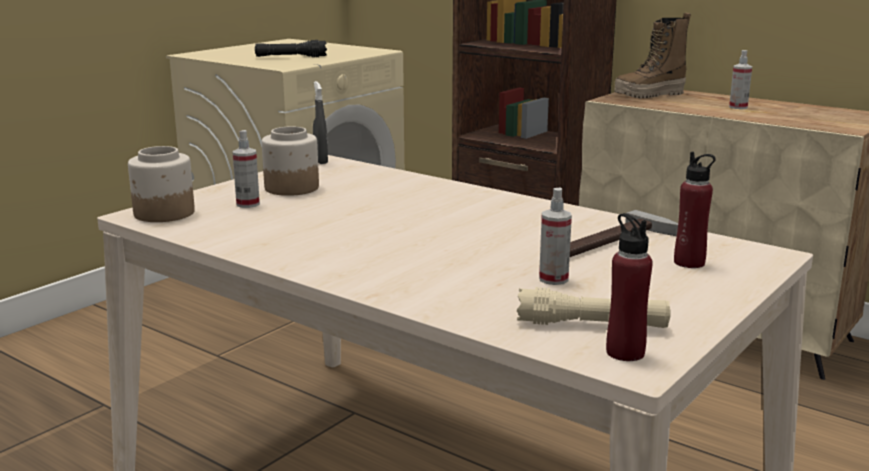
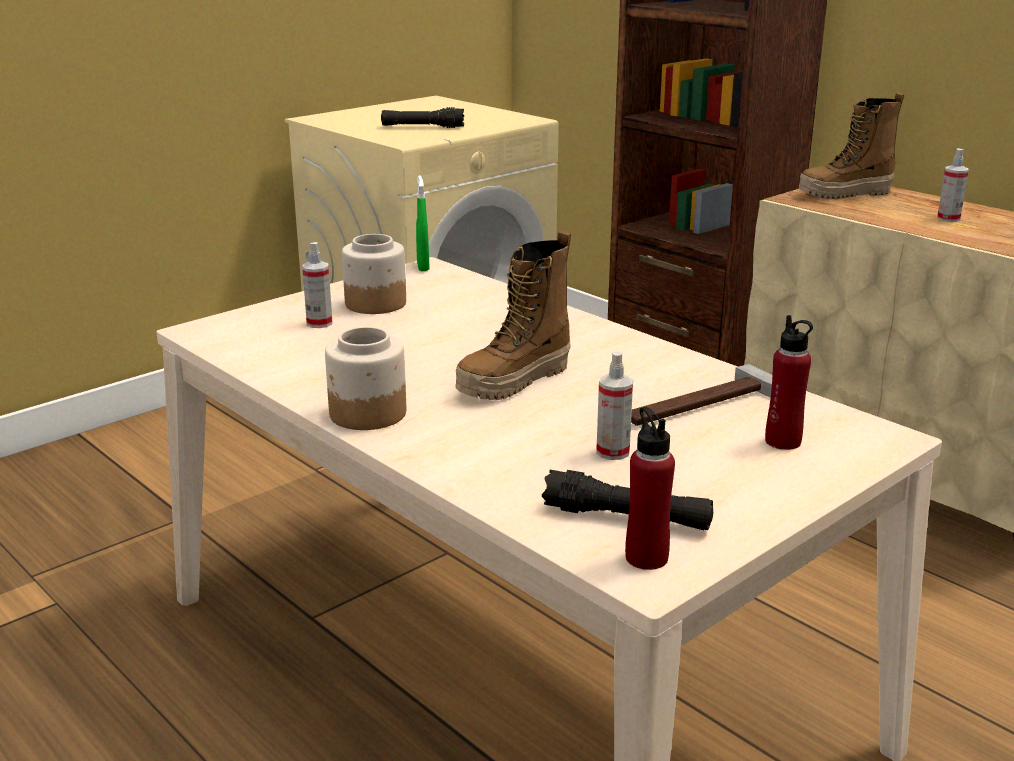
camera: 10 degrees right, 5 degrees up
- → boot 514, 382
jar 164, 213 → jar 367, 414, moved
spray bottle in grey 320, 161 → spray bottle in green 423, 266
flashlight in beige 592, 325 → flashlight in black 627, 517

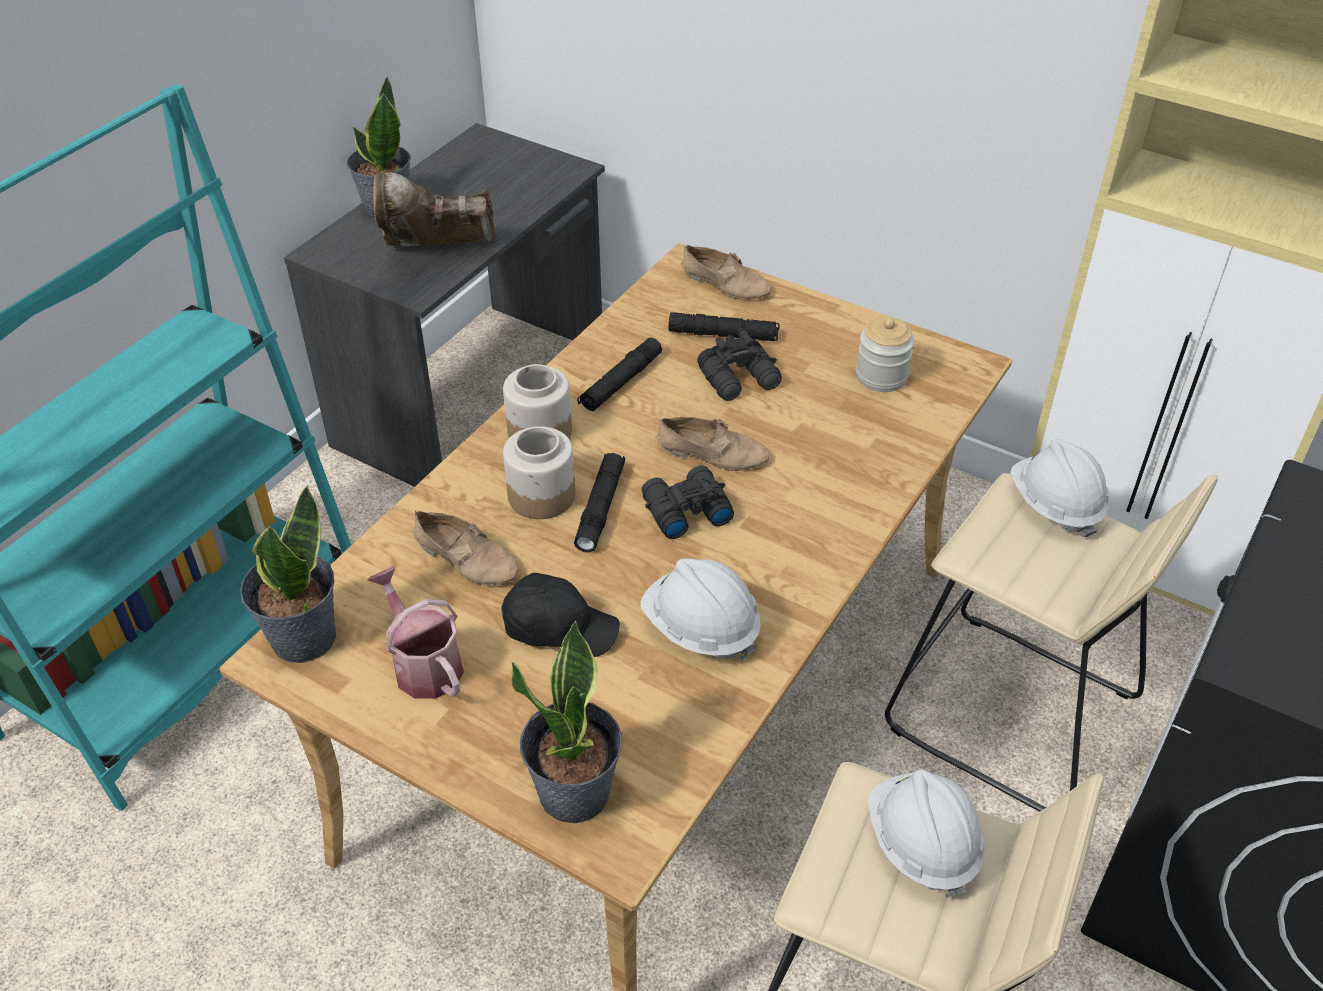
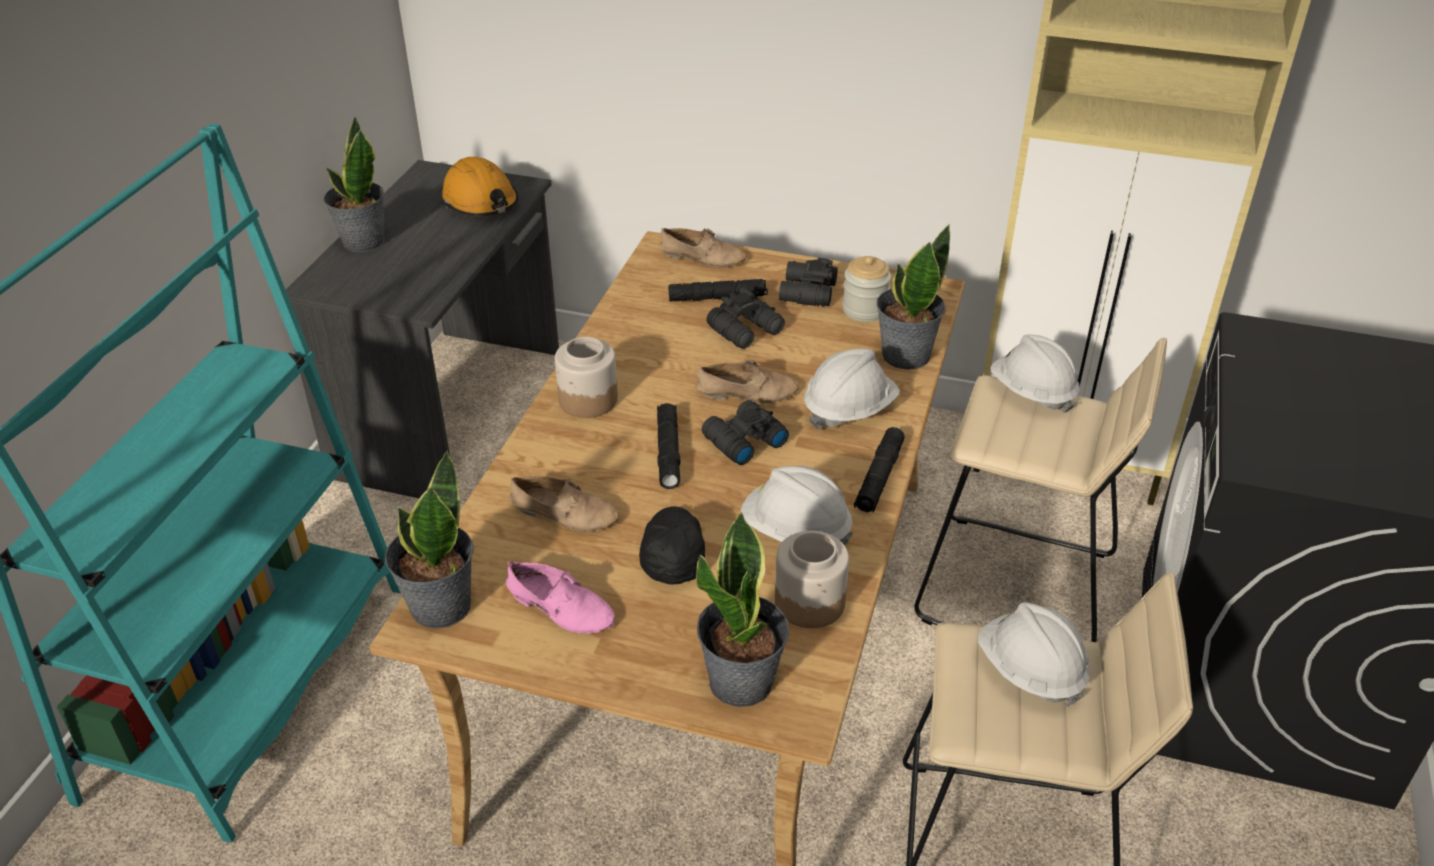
camera: 15 degrees left, 5 degrees down
boot in brown 435, 253 → -
- → hard hat in orange 481, 203
- → binoculars in black 806, 293
- → hard hat in white 849, 410
- → potted plant 905, 355
jar 542, 495 → jar 810, 602, moved
flashlight in black 620, 382 → flashlight in black 879, 478, moved
watering can 423, 664 → shoe in pink 562, 606
cap in black 559, 628 → cap in black 672, 553, 90 degrees counterclockwise

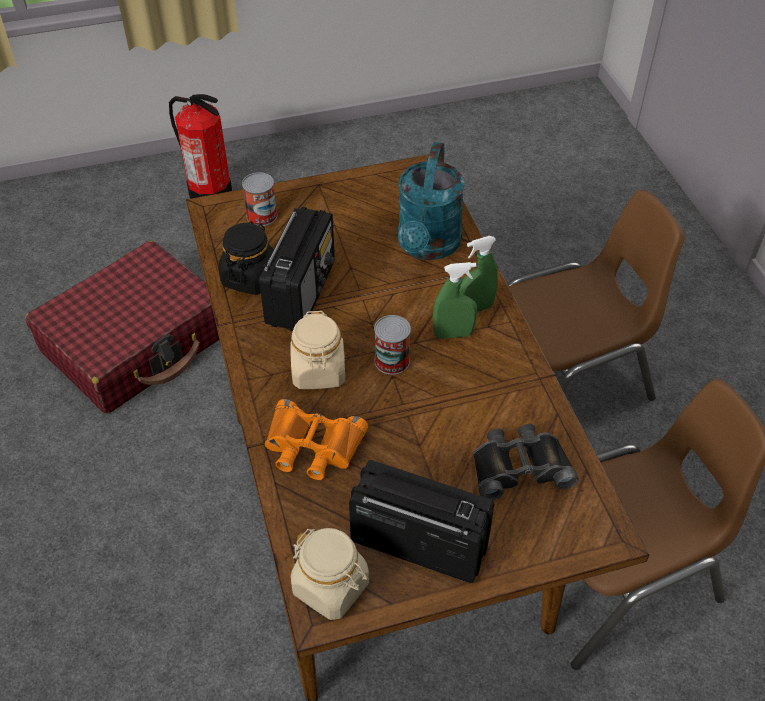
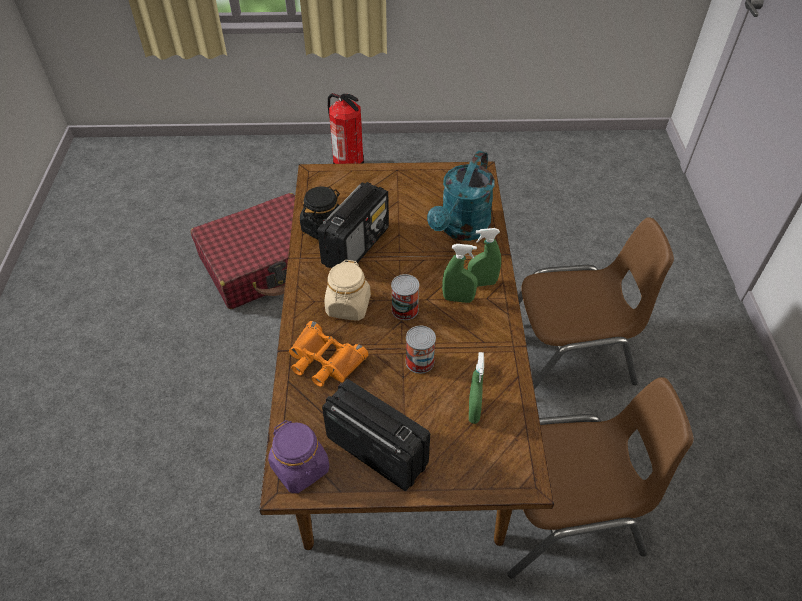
camera: 15 degrees right, 0 degrees up
can 262, 215 → can 420, 361, moved
binoculars in black 519, 466 → spray bottle in green 474, 410
jar in beige 331, 587 → jar in purple 300, 468

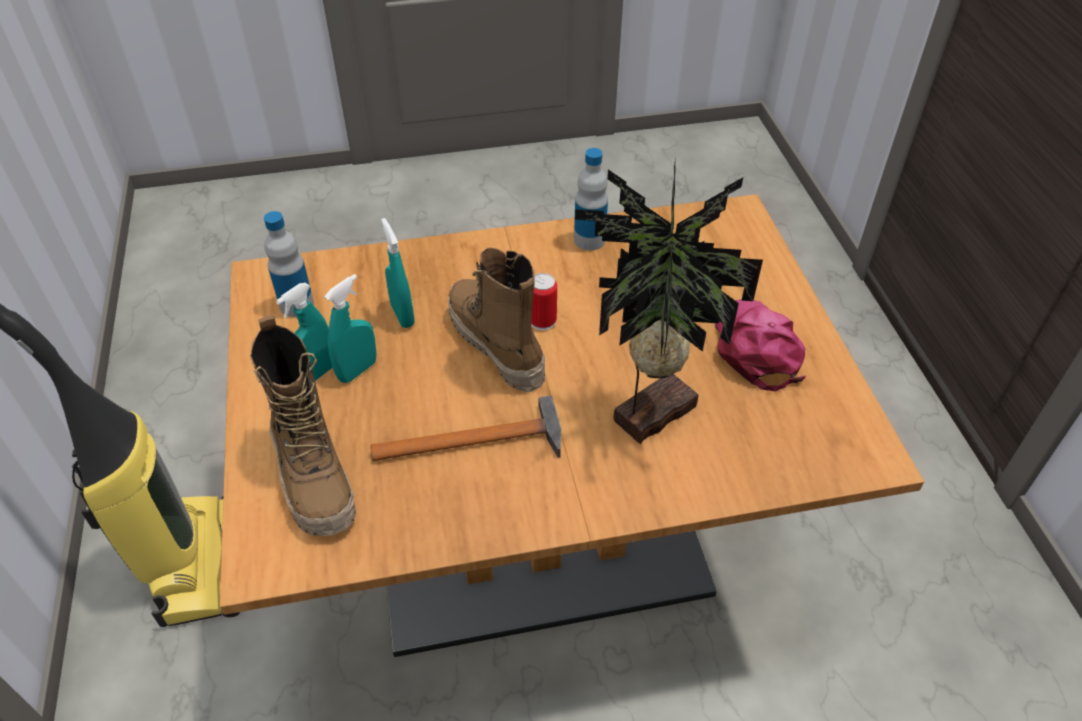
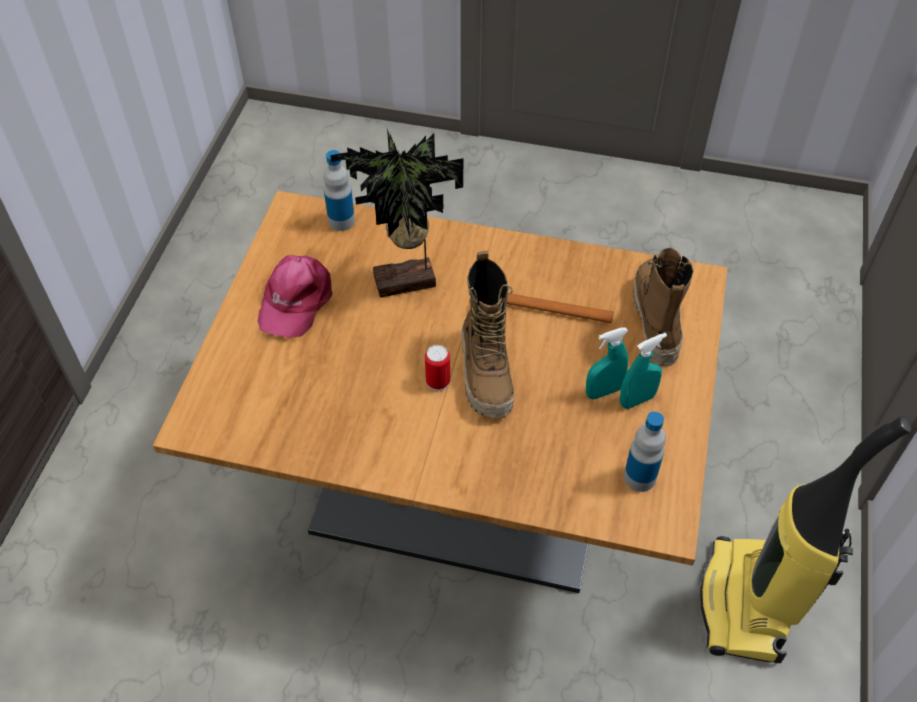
camera: 155 degrees left, 5 degrees up
spray bottle in turquoise 402, 315 → -
bottle 589, 240 → bottle 341, 221, moved

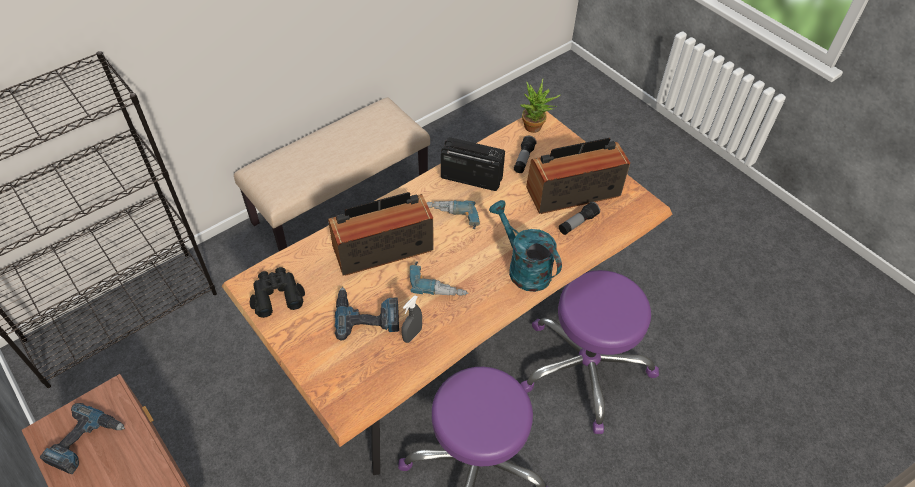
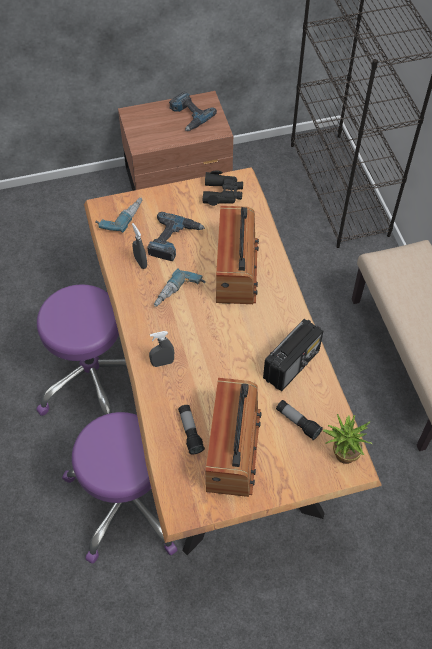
camera: 115 degrees right, 5 degrees up
power drill 451, 218 → power drill 120, 216, moved
watering can in turquoise 523, 268 → spray bottle in grey 162, 363

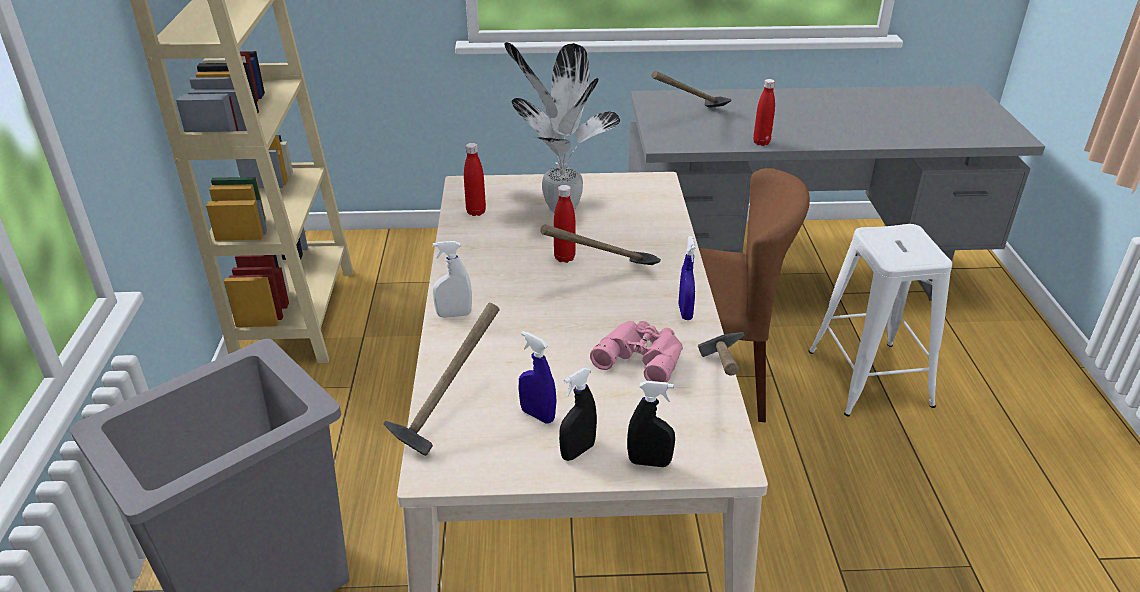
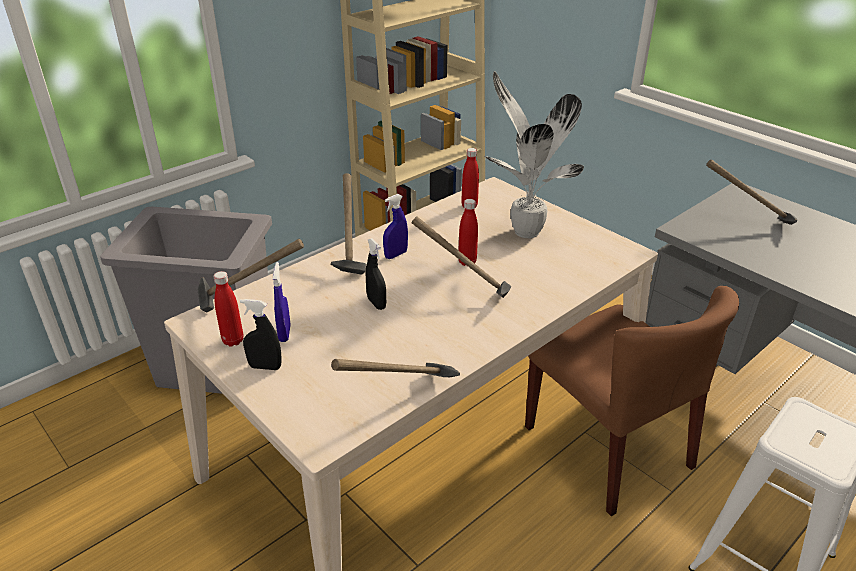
camera: 50 degrees right, 0 degrees up
binoculars in pink 641, 356 → -
spray bottle in black 649, 462 → spray bottle in black 376, 303, moved
spray bottle in blue 685, 312 → spray bottle in blue 396, 255, moved
bottle in red 761, 142 → bottle in red 233, 341, moved
spray bottle in white 454, 315 → hammer 349, 254

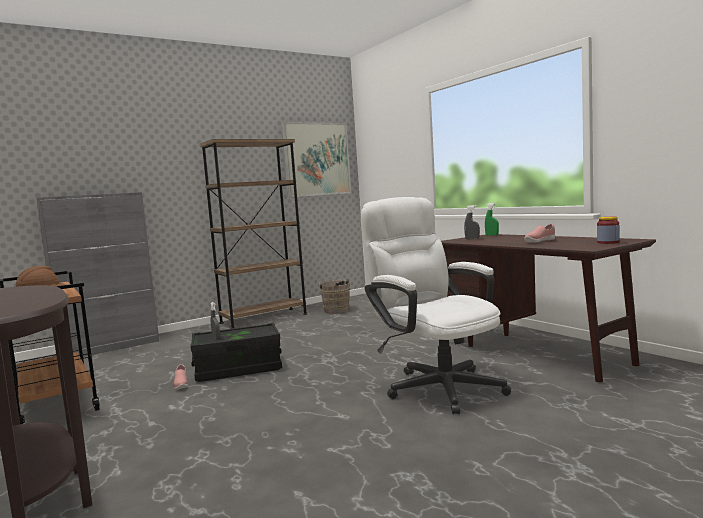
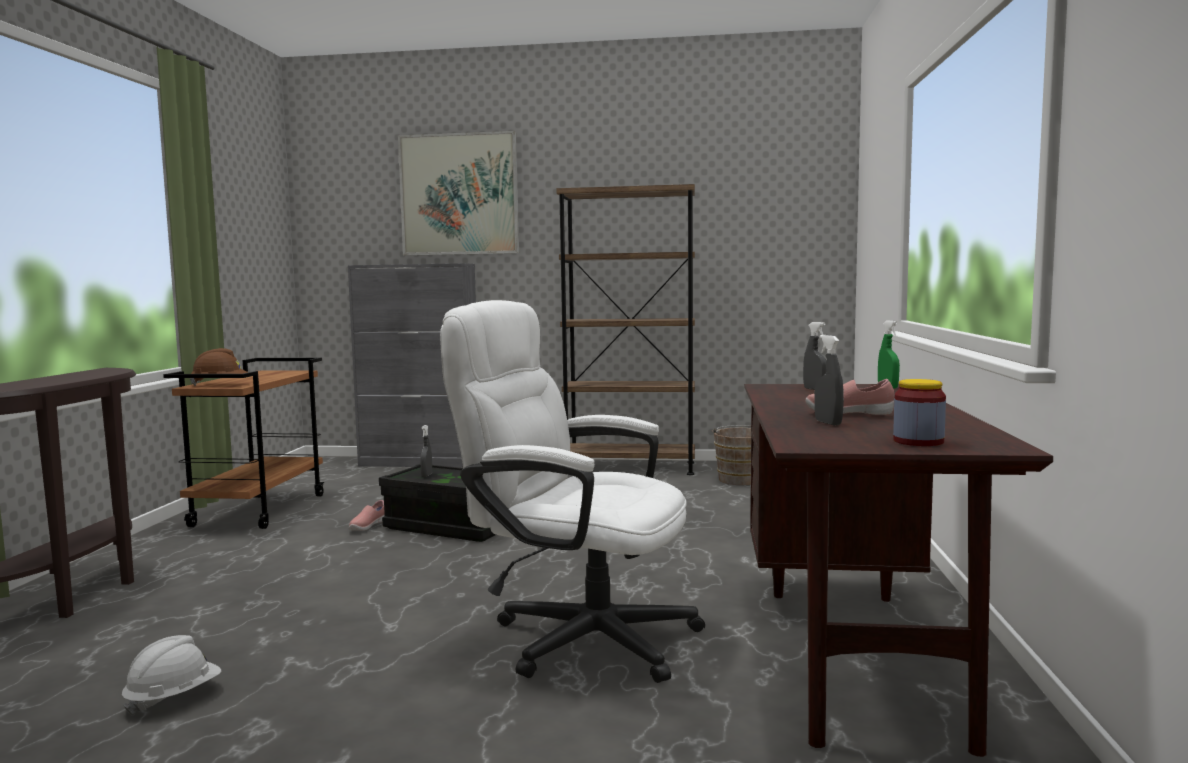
camera: 40 degrees right, 0 degrees up
- → hard hat in white 173, 698
- → spray bottle in grey 828, 423
picture 317, 159 → picture 459, 194, moved
office chair in white 437, 385 → office chair in white 576, 635, 75 degrees counterclockwise

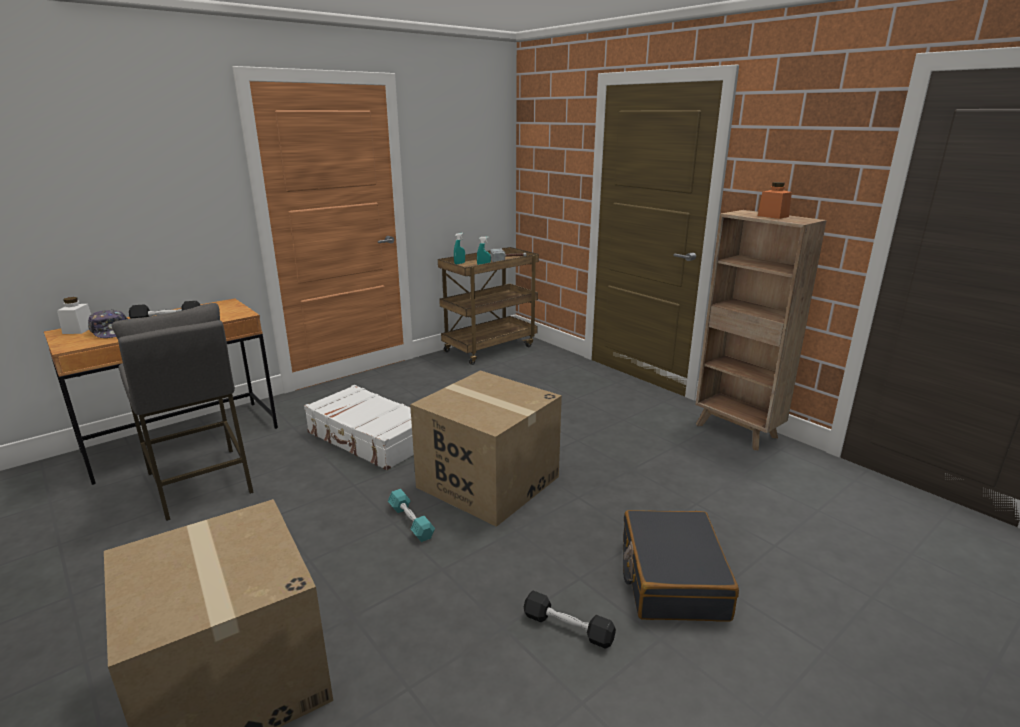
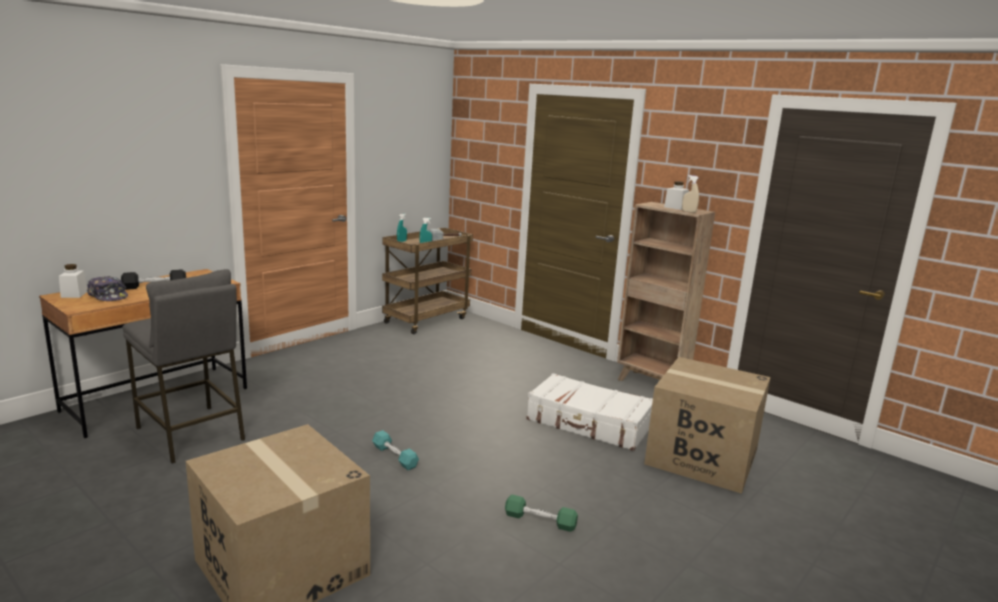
camera: 10 degrees left, 5 degrees down
suitcase in black 672, 578 → -
- → spray bottle in beige 689, 212
suitcase in white 370, 438 → suitcase in white 589, 423, moved
cardboard box 487, 482 → cardboard box 701, 457, moved
dumbbell in black 567, 628 → dumbbell in green 540, 520
jar in orange 773, 216 → jar in white 675, 207

